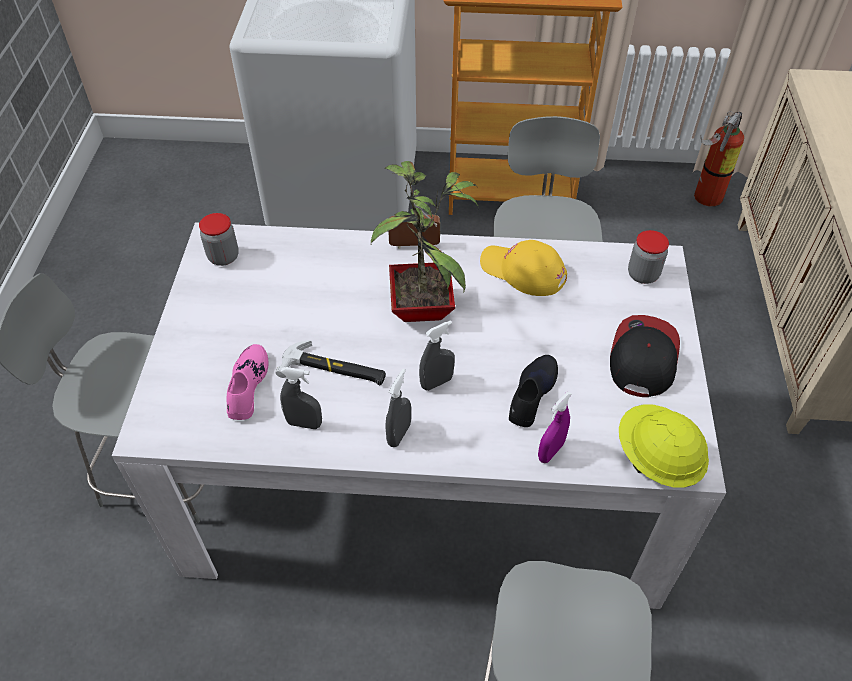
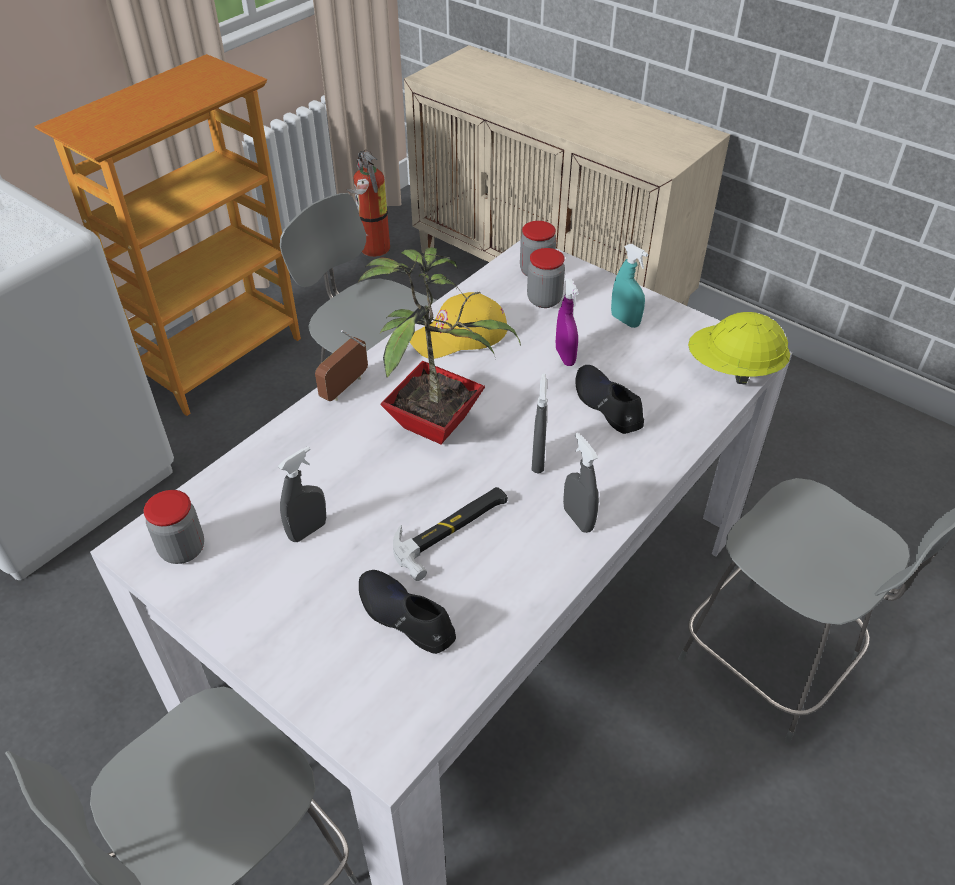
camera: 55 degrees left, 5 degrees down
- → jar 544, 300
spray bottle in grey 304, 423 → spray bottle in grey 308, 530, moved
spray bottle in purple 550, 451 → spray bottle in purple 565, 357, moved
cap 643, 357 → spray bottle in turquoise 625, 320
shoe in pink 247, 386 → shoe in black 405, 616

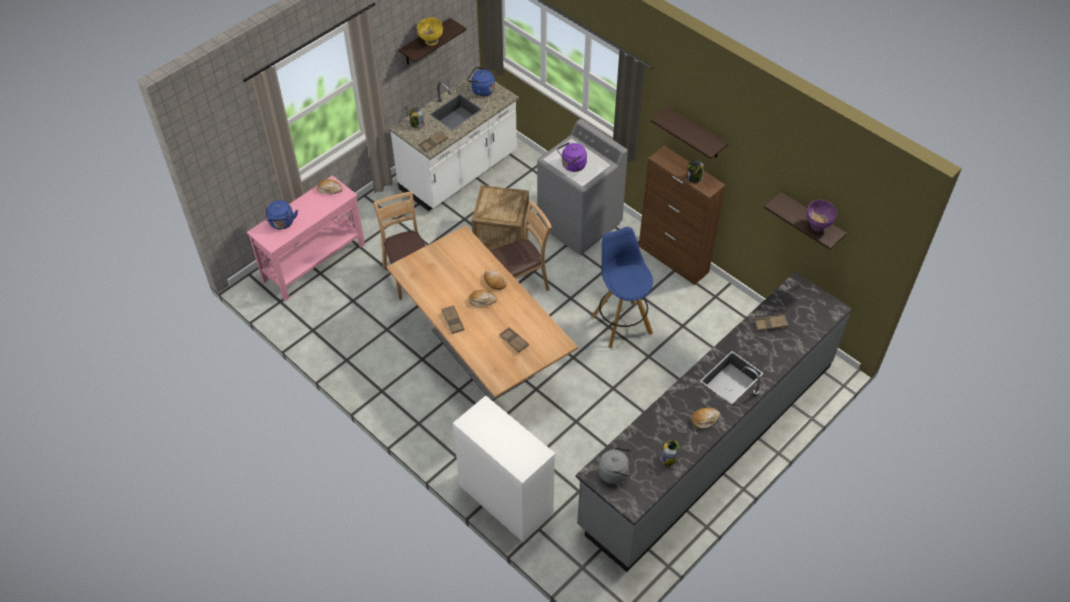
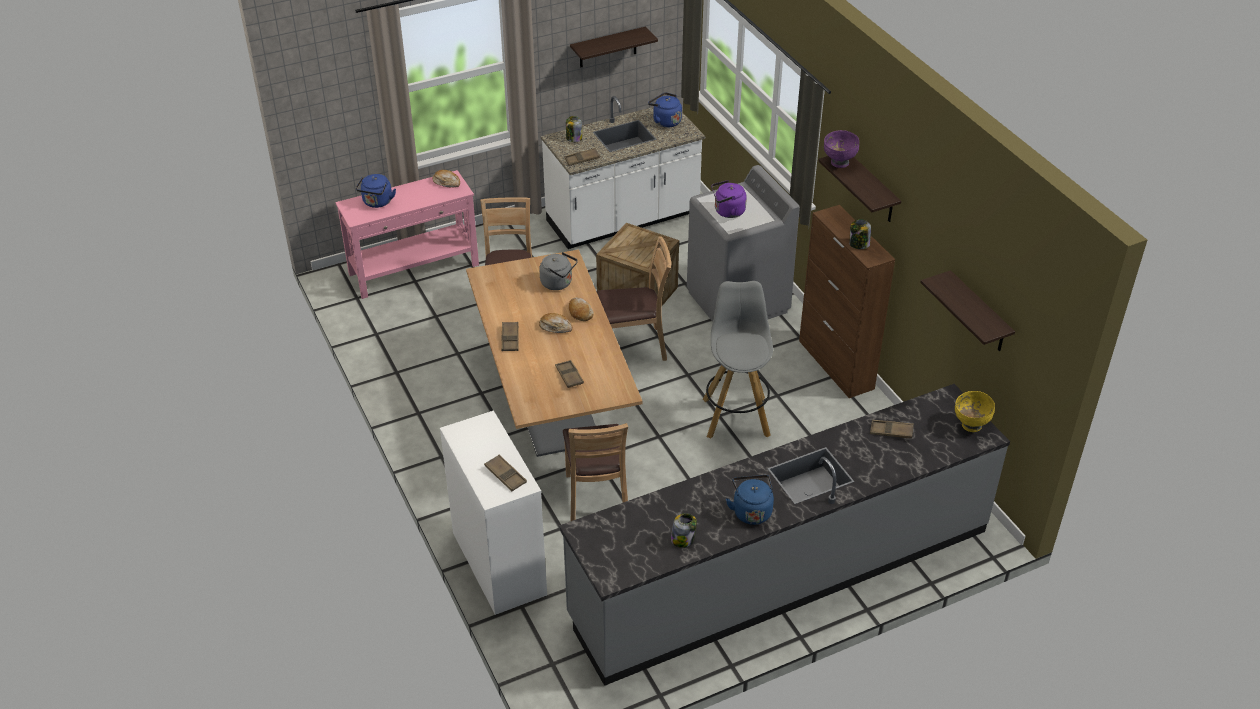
camera: 20 degrees right, 10 degrees down
- → tray in brown 505, 475
- → chair in brown 596, 497
bowl in yellow 431, 41 → bowl in yellow 970, 425, moved
kettle in grey 615, 473 → kettle in grey 558, 283, moved
bowl in purple 817, 226 → bowl in purple 839, 163, moved
bread 704, 419 → kettle in blue 751, 511
stool in blue 621, 323 → stool in grey 735, 416

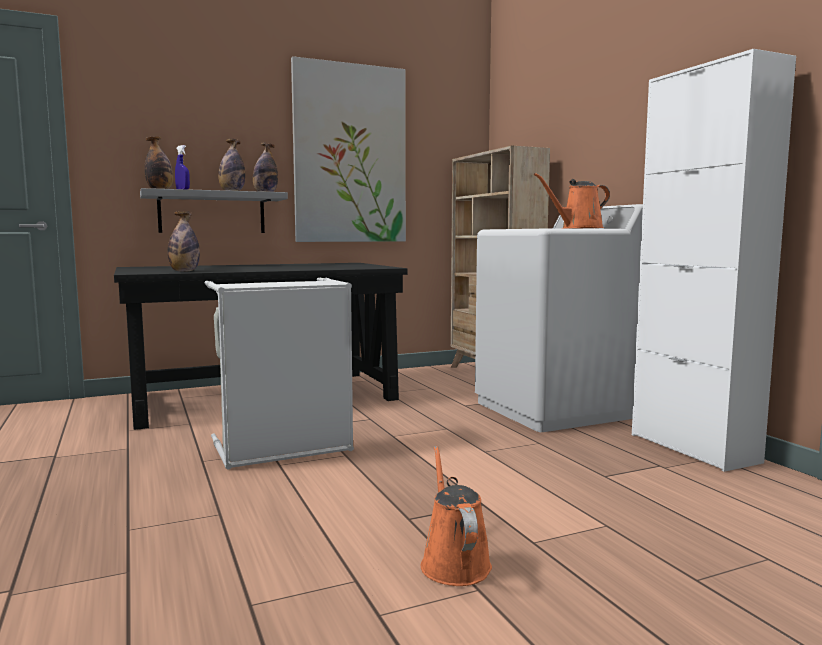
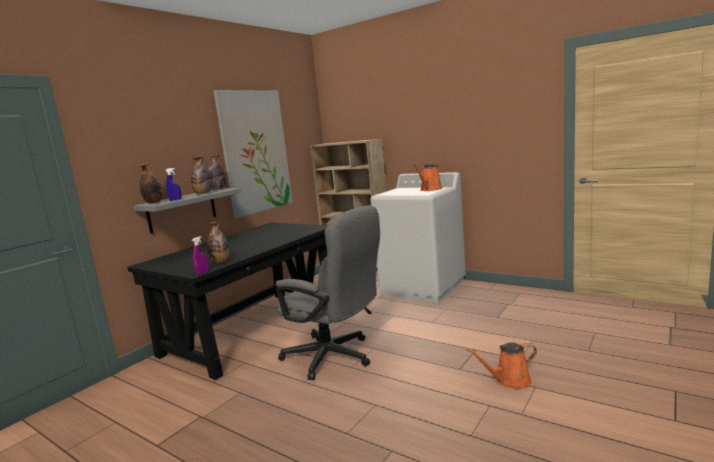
camera: 30 degrees left, 5 degrees up
cabinet in white 693, 448 → -
- → spray bottle in purple 202, 272
laundry basket in grey 283, 450 → office chair in grey 335, 357
watering can in orange 453, 563 → watering can in orange 509, 380, 60 degrees counterclockwise

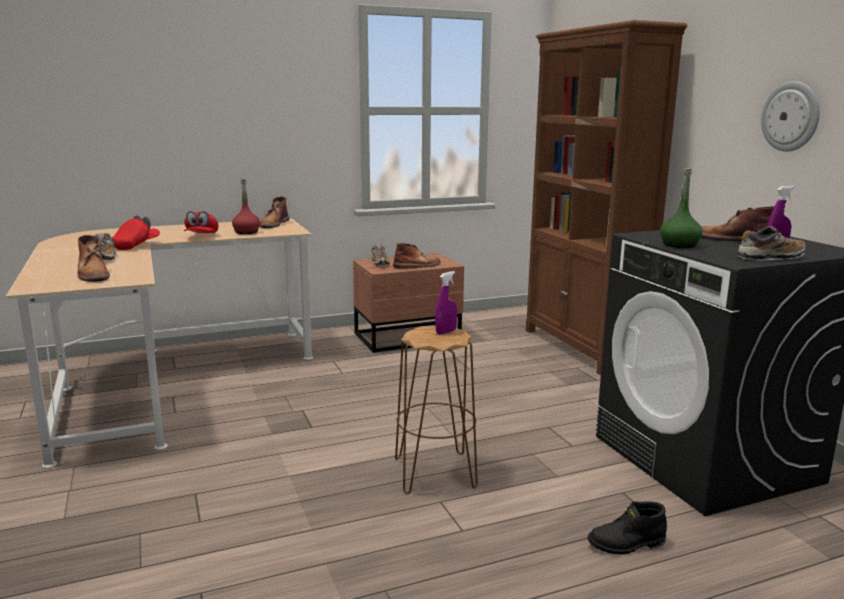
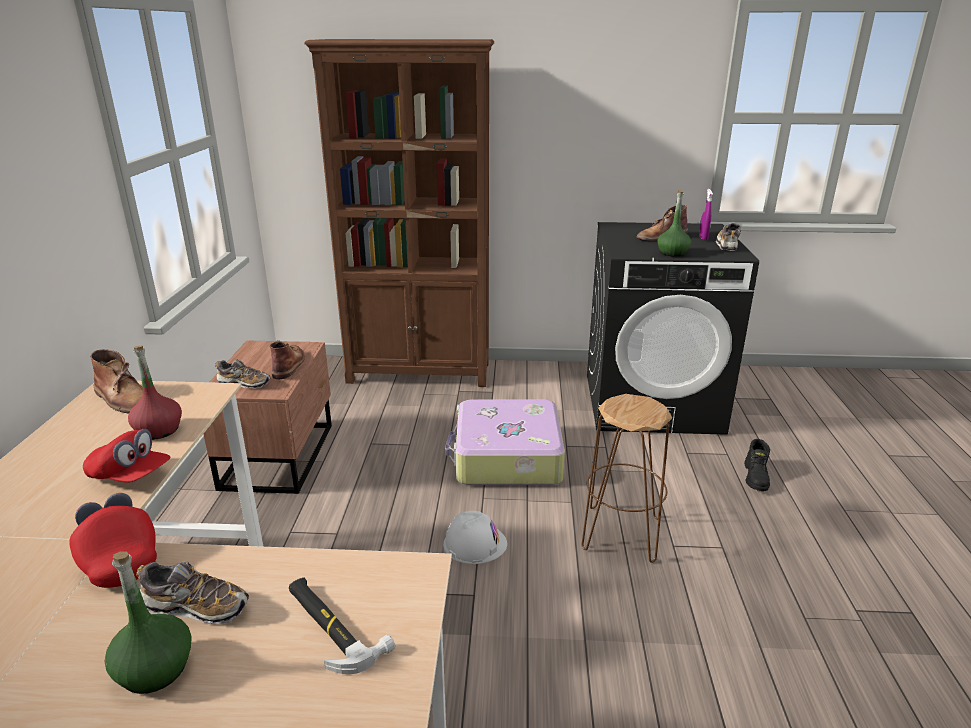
camera: 65 degrees left, 10 degrees up
spray bottle in purple 446, 332 → -
wall clock 791, 116 → -
- → bottle in green 155, 669
- → hard hat in white 474, 543
- → suitcase 506, 457
boot in brown 93, 274 → hammer 331, 625

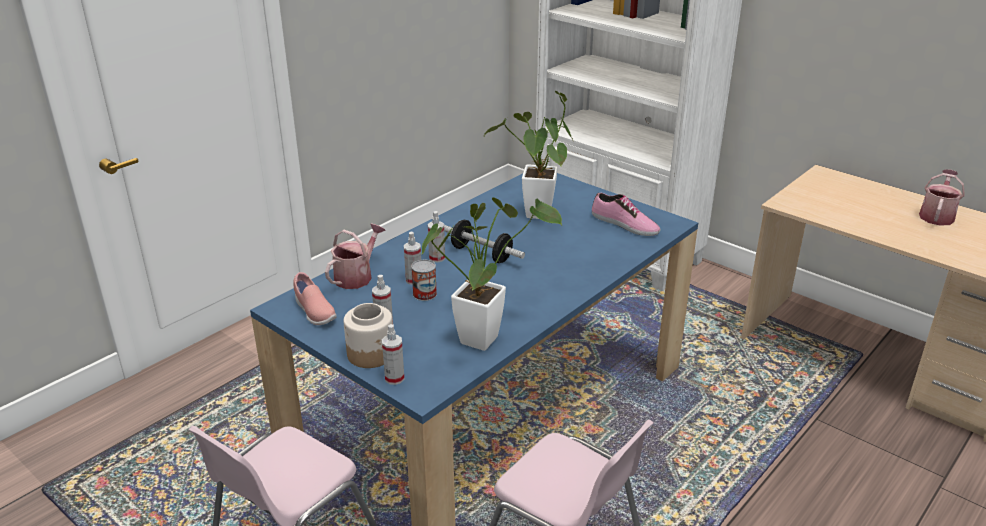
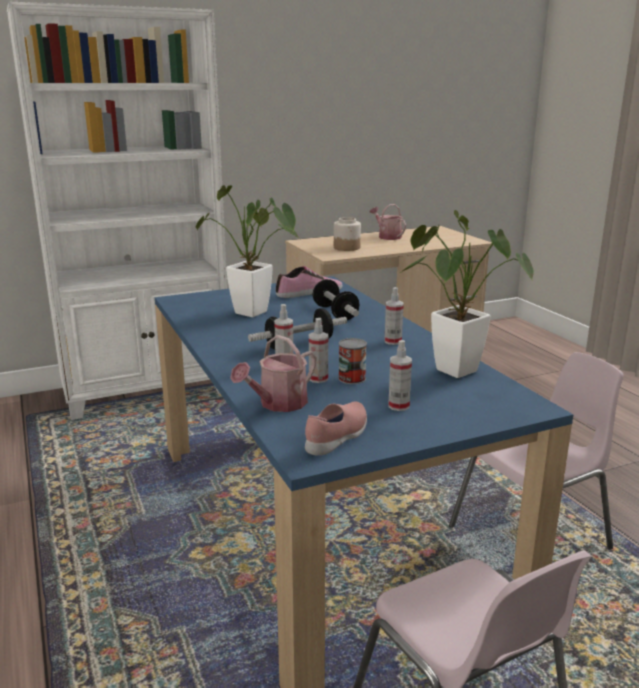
camera: 65 degrees left, 10 degrees down
- → dumbbell 335, 313
jar 371, 354 → jar 347, 248, moved
spray bottle 394, 378 → spray bottle 393, 341, moved
shoe in pink 314, 312 → shoe in pink 338, 438, 45 degrees counterclockwise
watering can 356, 276 → watering can 278, 404, 105 degrees counterclockwise

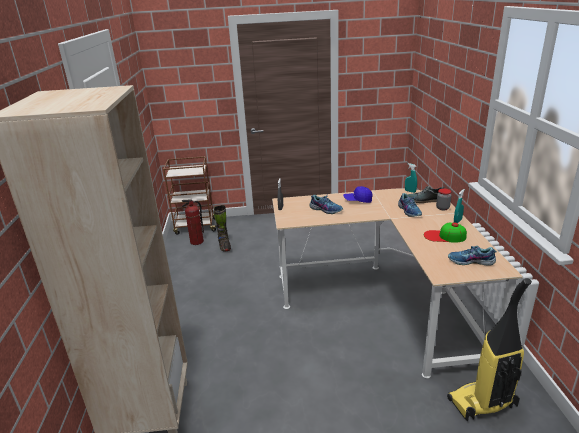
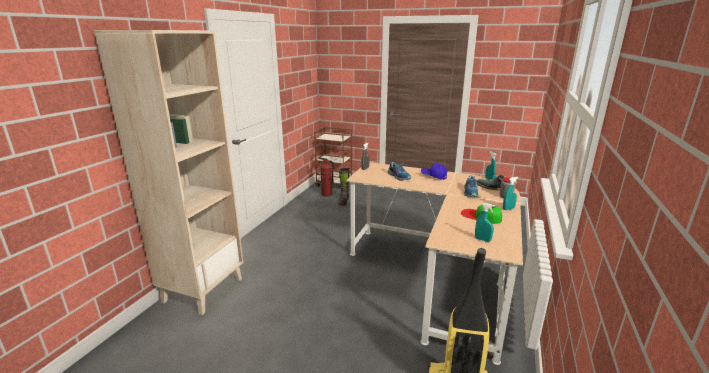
camera: 25 degrees right, 5 degrees down
shoe 471, 261 → spray bottle in turquoise 482, 239

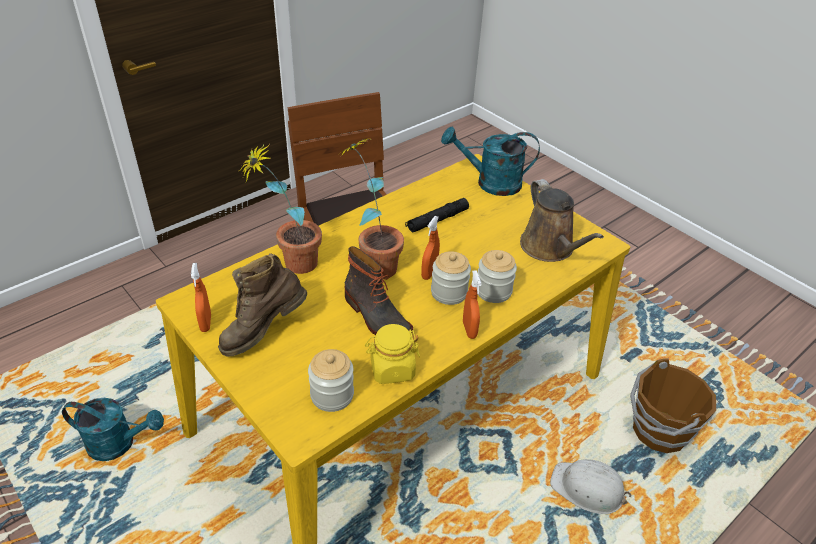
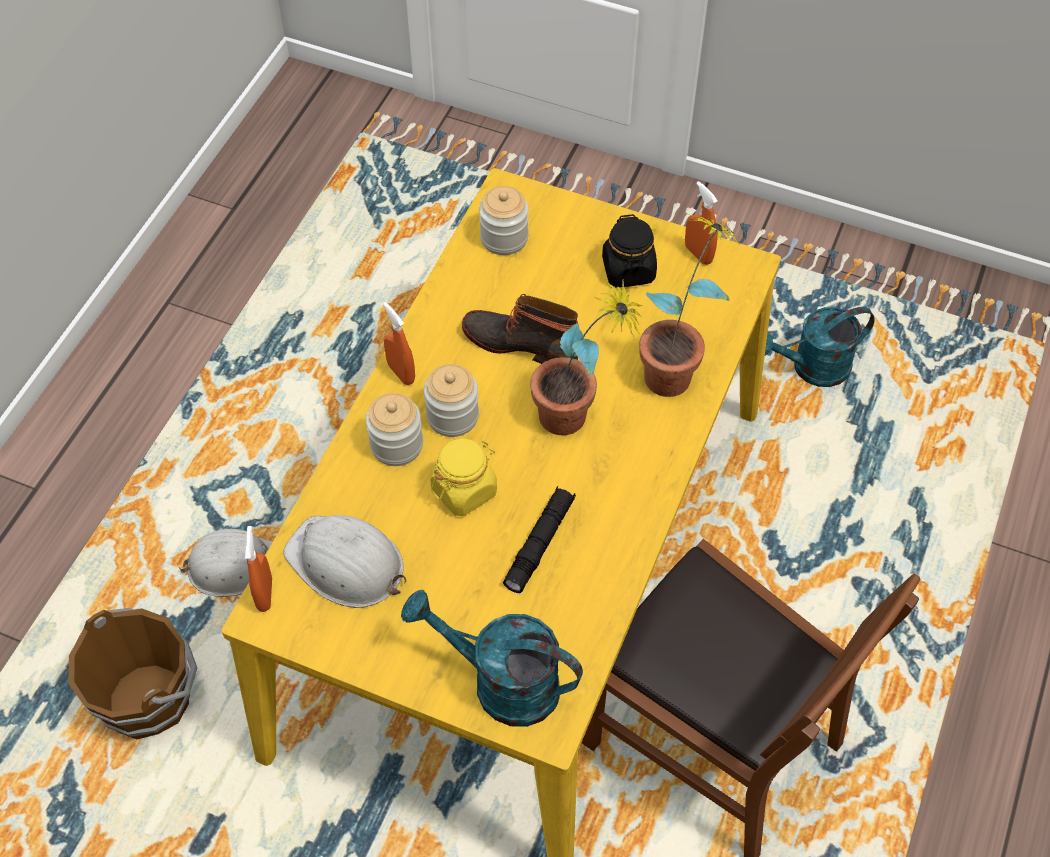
camera: 155 degrees right, 15 degrees up
jar in yellow 392, 369 → jar in yellow 464, 490, moved
spray bottle in orange 429, 273 → spray bottle in orange 265, 594, moved
boot in brown 263, 332 → jar in black 628, 270
watering can in brown 549, 248 → hard hat in white 346, 563
watering can in turquoise 490, 183 → watering can in turquoise 501, 682, 135 degrees counterclockwise

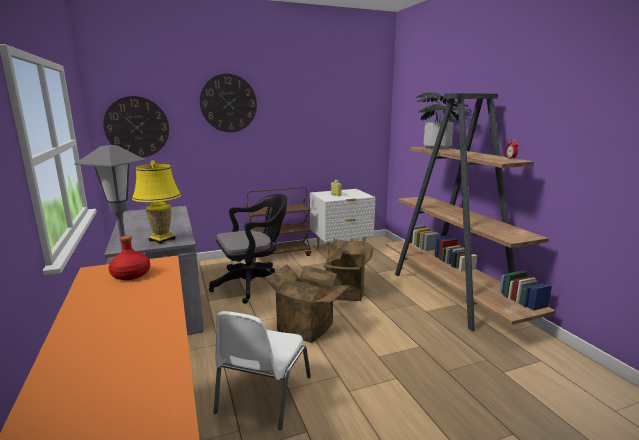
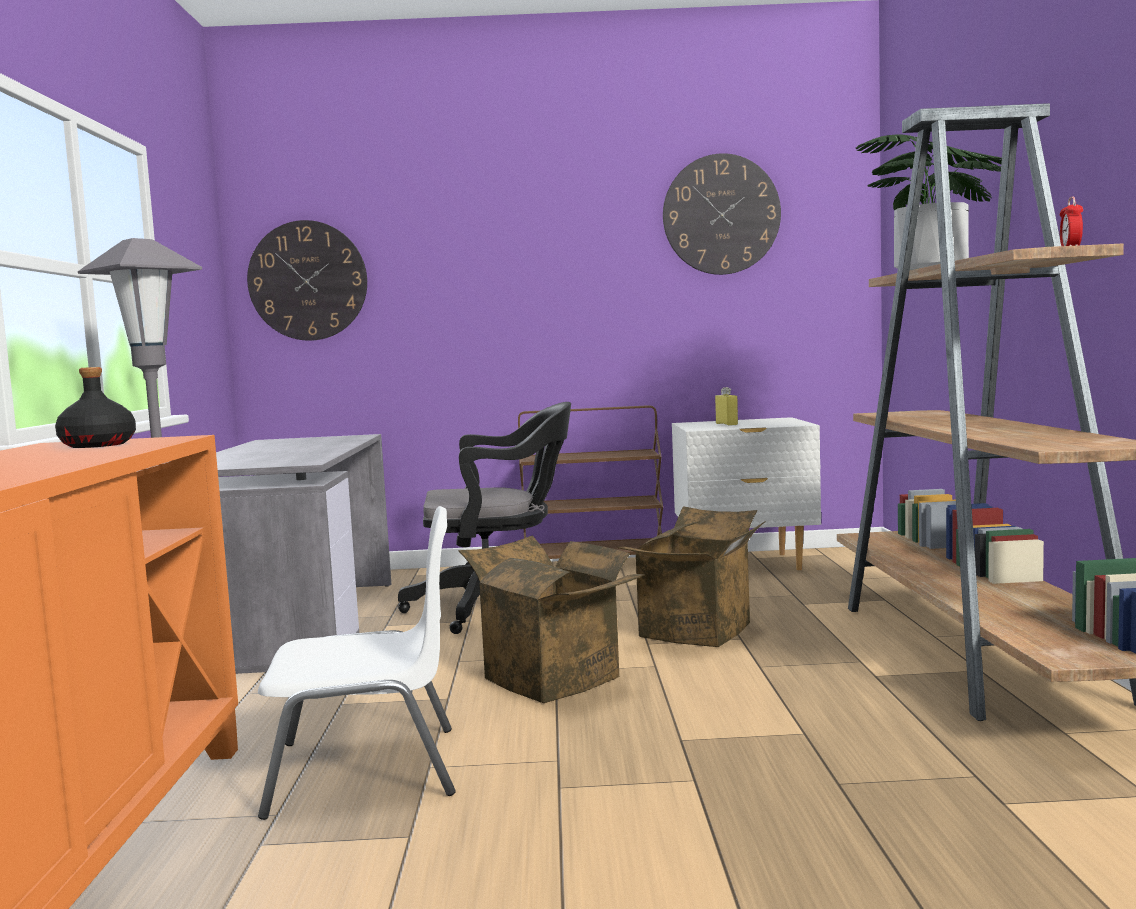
camera: 20 degrees right, 10 degrees down
table lamp in yellow 162, 240 → -
wall clock 228, 103 → wall clock 721, 214, moved
bottle in red 131, 275 → bottle in black 97, 445
chair in white 262, 395 → chair in white 368, 770, 135 degrees counterclockwise

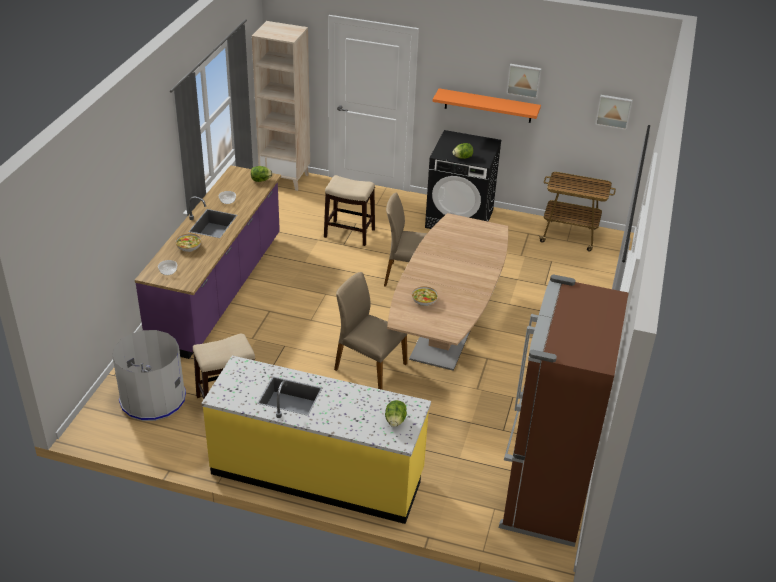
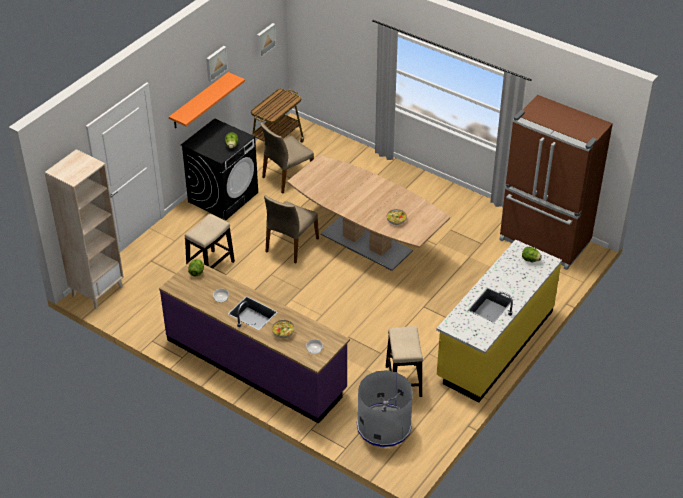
camera: 70 degrees left, 5 degrees up
chair in beige 369, 367 → chair in beige 287, 177, moved

